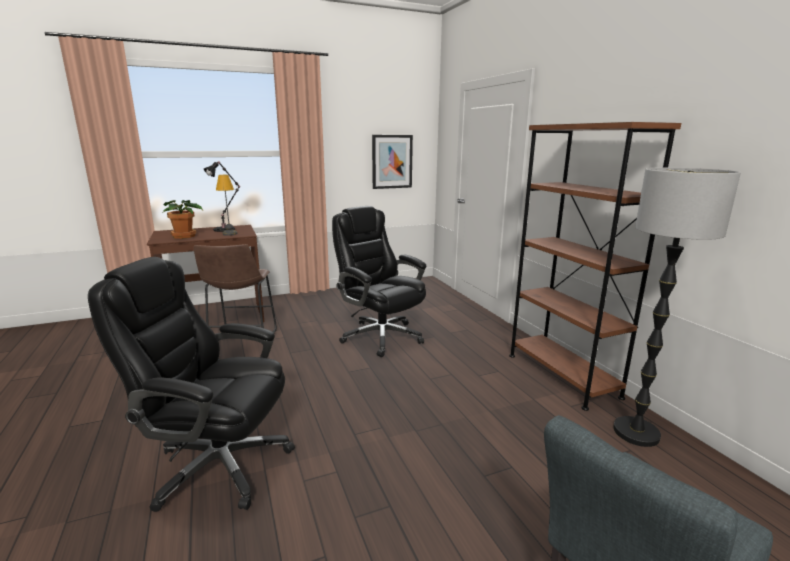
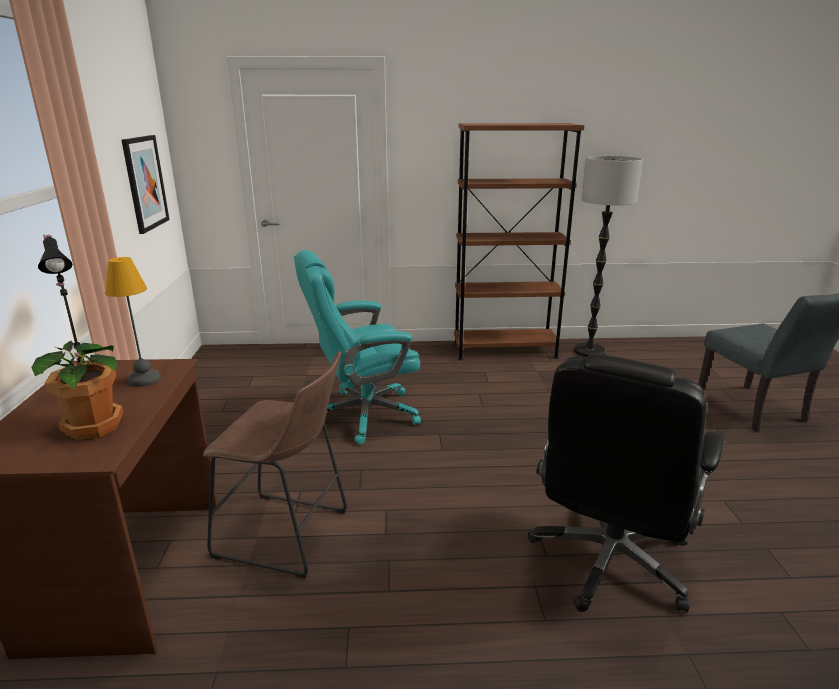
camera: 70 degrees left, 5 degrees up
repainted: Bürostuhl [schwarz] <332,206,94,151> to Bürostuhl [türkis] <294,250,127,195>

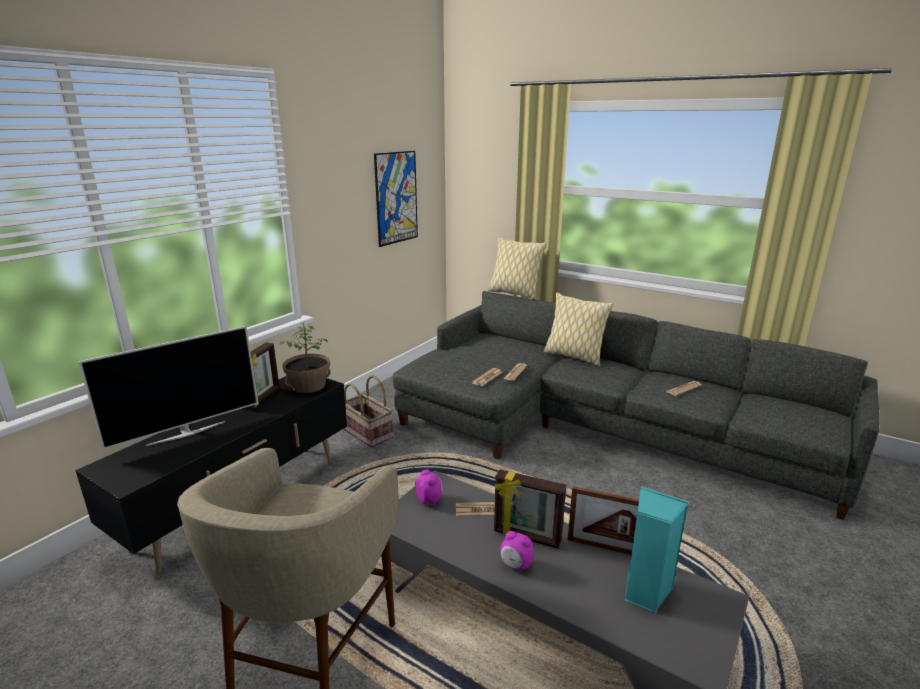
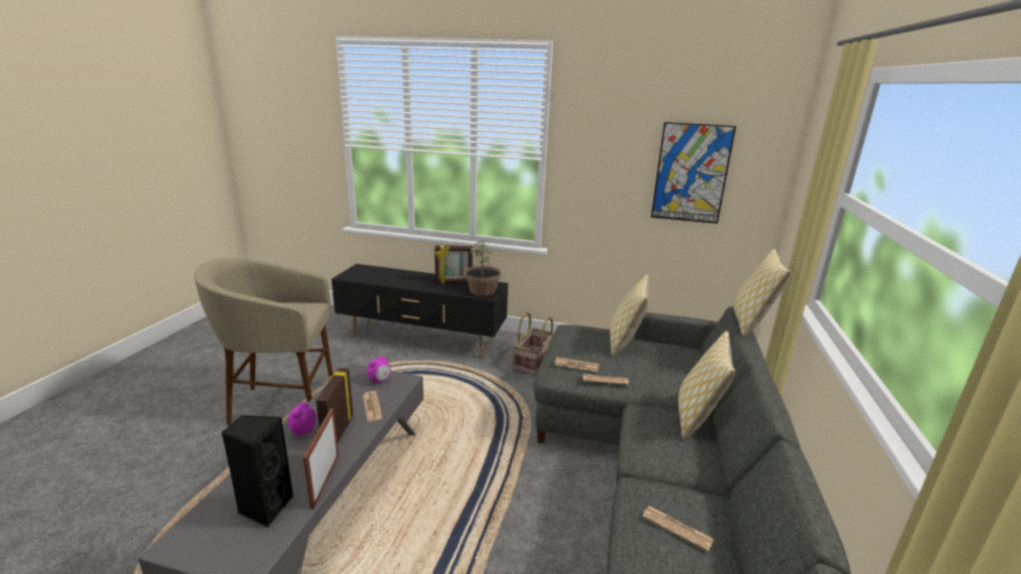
camera: 70 degrees right, 0 degrees up
gone: Fernseher <78,326,180,123>
new: Kissen <610,274,39,82>
repainted: Lautsprecher [türkis] <625,486,64,127> to Lautsprecher [schwarz] <221,415,73,113>

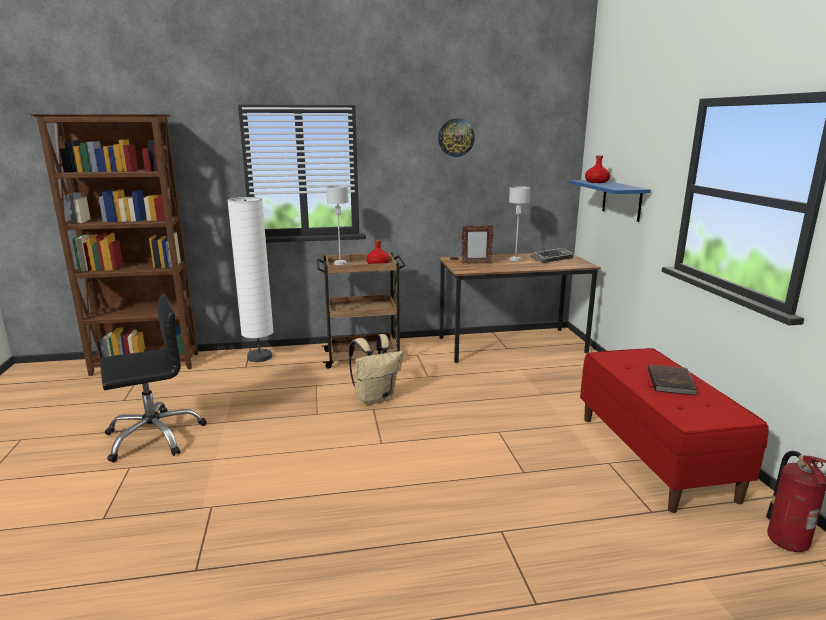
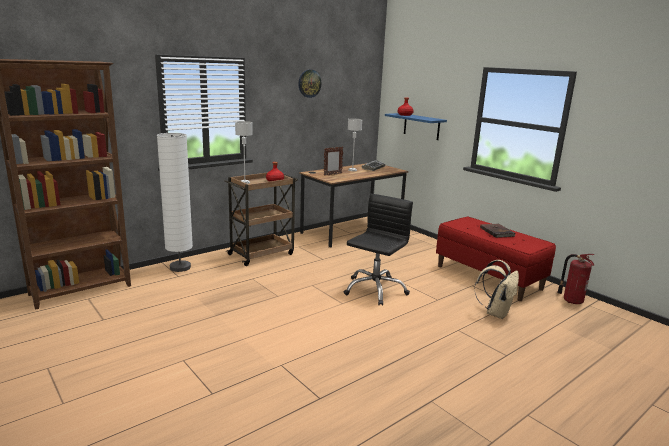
camera: 30 degrees left, 0 degrees up
shifted: Bürostuhl [schwarz] <101,294,106,168> to <344,194,69,112>; Rucksack [beige] <349,334,54,71> to <474,260,45,59>

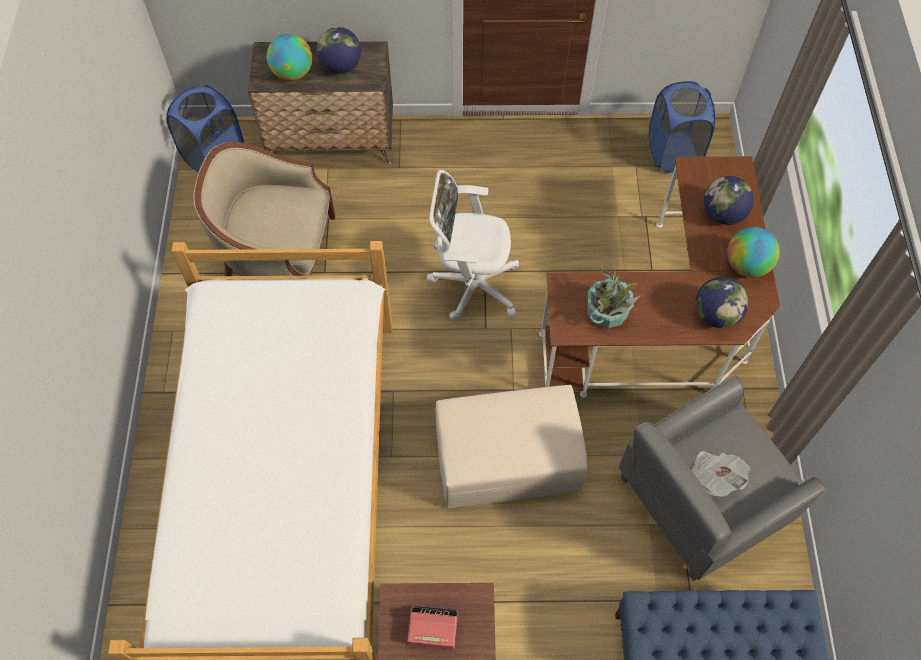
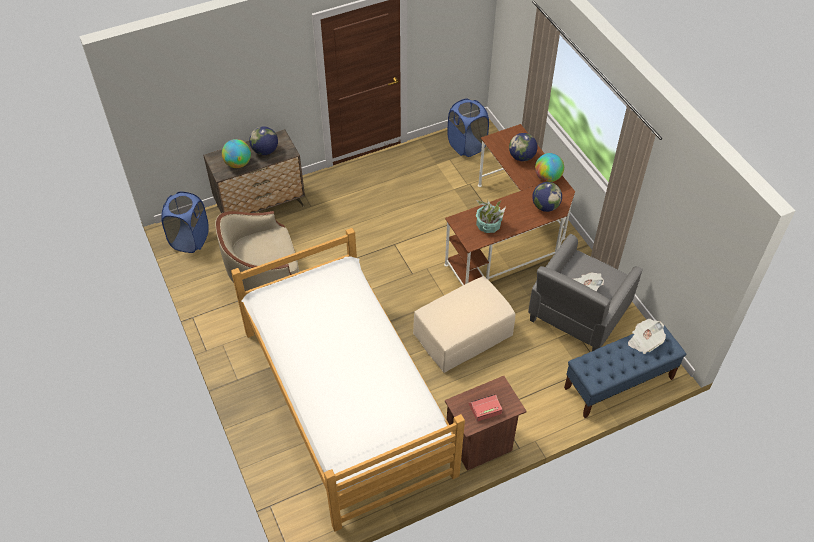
camera: 25 degrees left, 10 degrees down
gone: Bürostuhl [weiß] <427,170,92,151>
new: Zeitung <628,319,38,35>

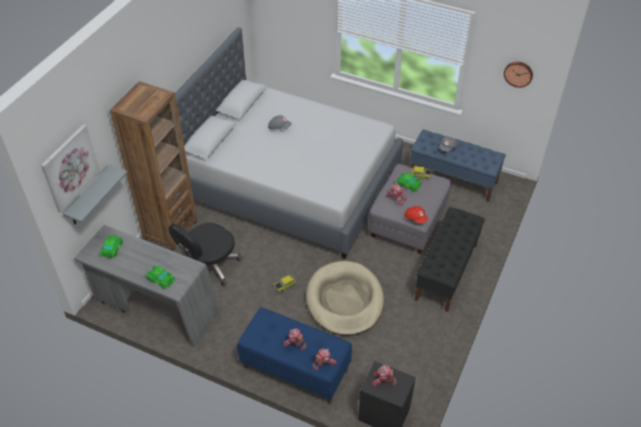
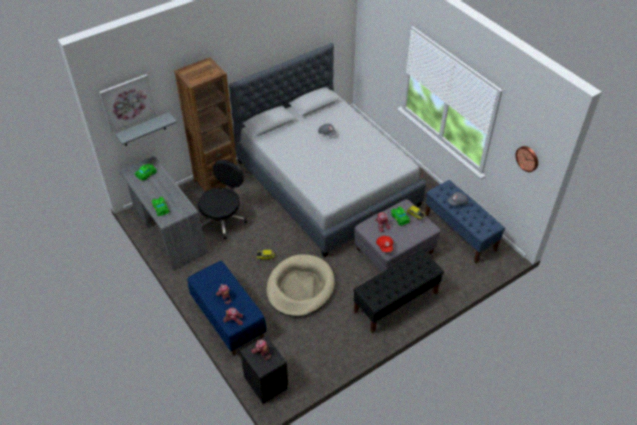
camera: 30 degrees right, 0 degrees up
rotated: Bürostuhl [schwarz] <169,223,73,64> = <198,160,49,79> 135 degrees clockwise

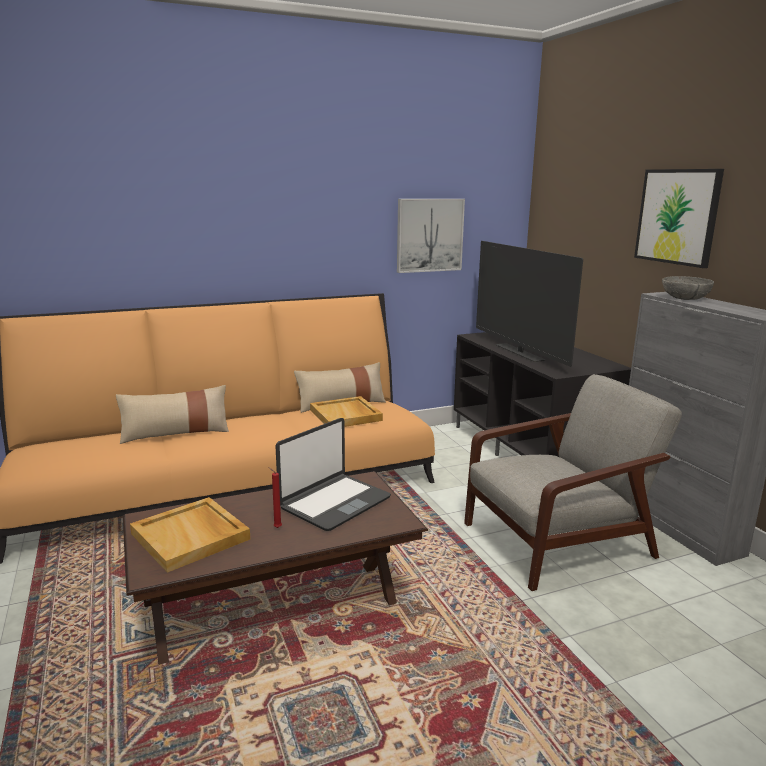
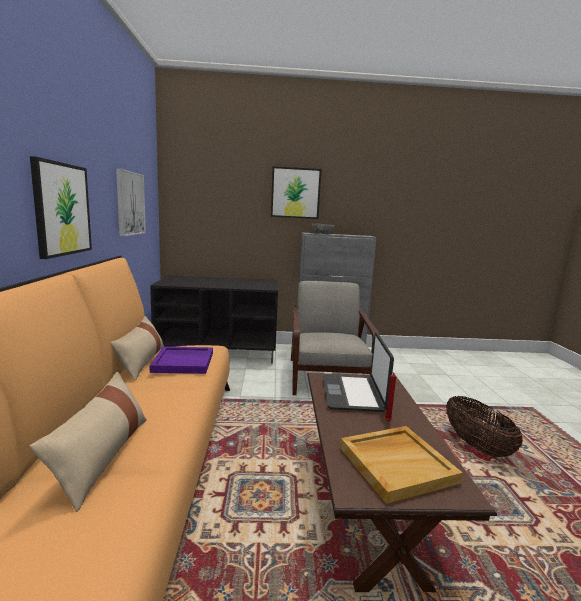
camera: 70 degrees left, 5 degrees down
gone: Fernseher <476,241,107,126>
new: Bild <30,156,62,103>; Korb <446,396,77,61>
repainted: Tablett [beige] <310,396,73,31> to Tablett [lila] <149,346,64,28>
rotated: Laptop <276,418,115,113> = <323,333,71,79> 150 degrees counterclockwise

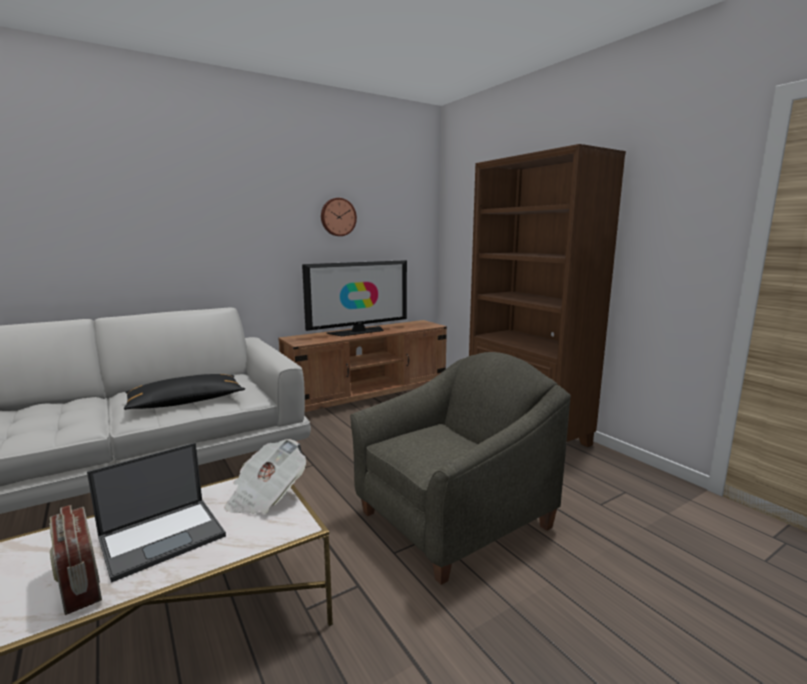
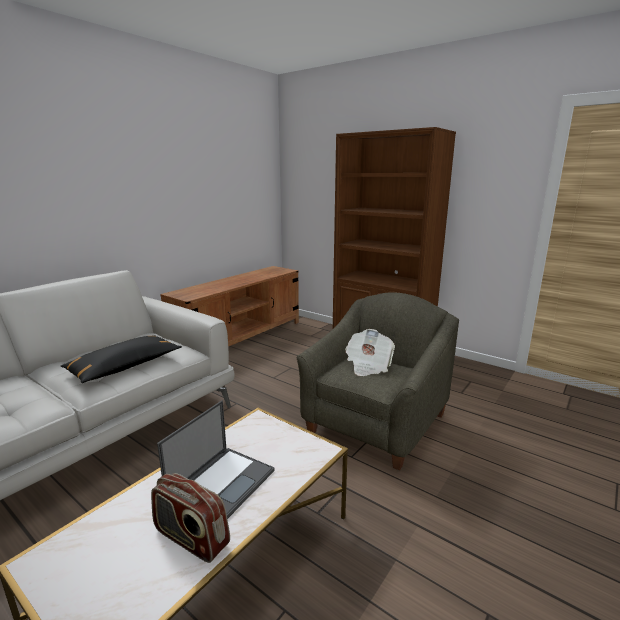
camera: 20 degrees left, 5 degrees up
gone: Fernseher <302,260,105,76>; Wanduhr <321,198,36,38>
shifted: Zeitung <224,439,82,75> to <345,329,50,47>

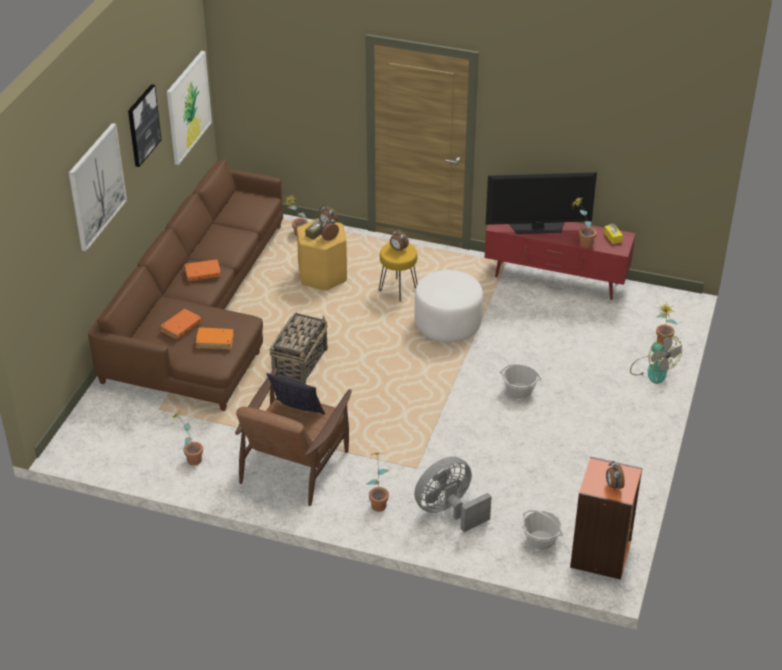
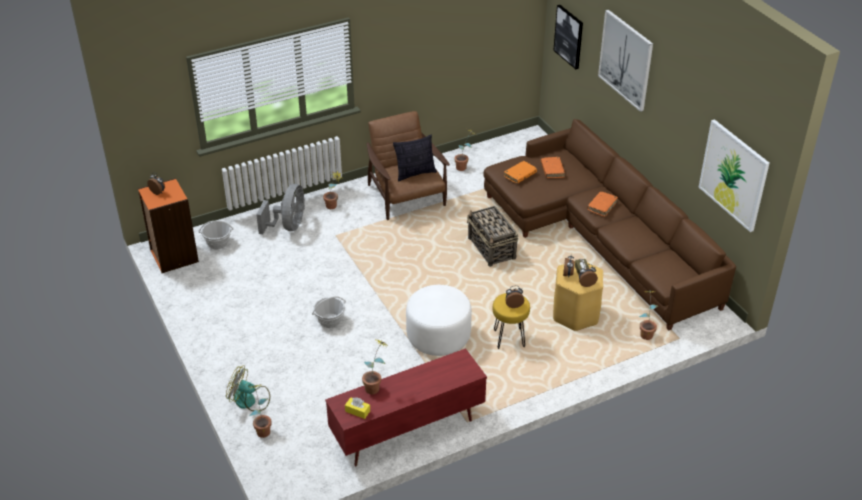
camera: 135 degrees right, 0 degrees up
gone: Fernseher <486,172,111,62>
shifted: Bild <128,84,33,83> to <553,5,30,64>

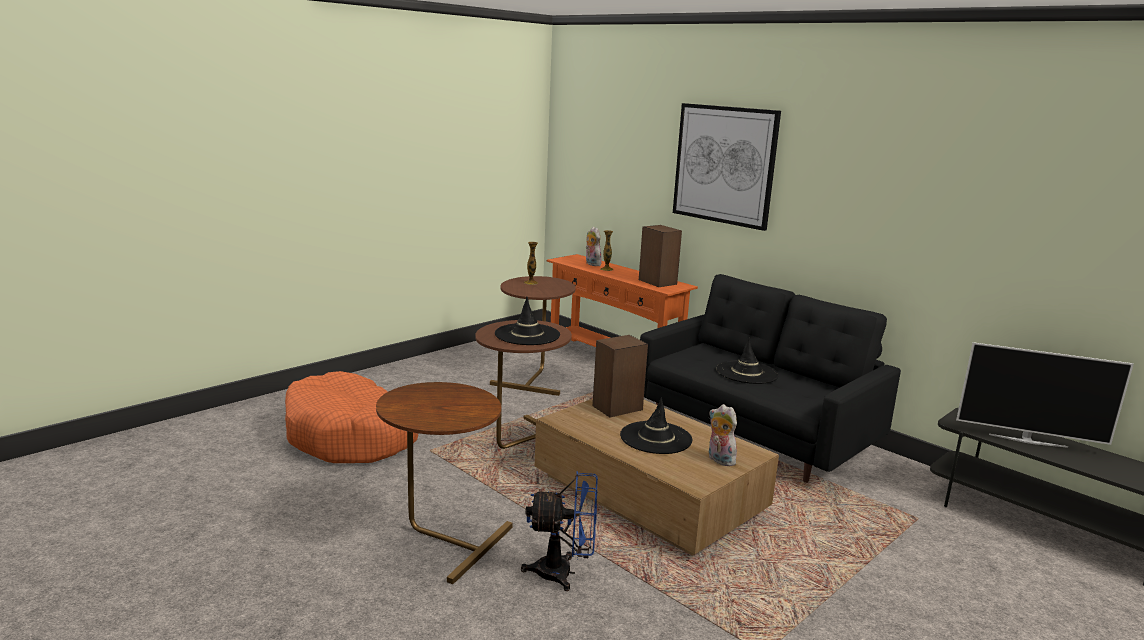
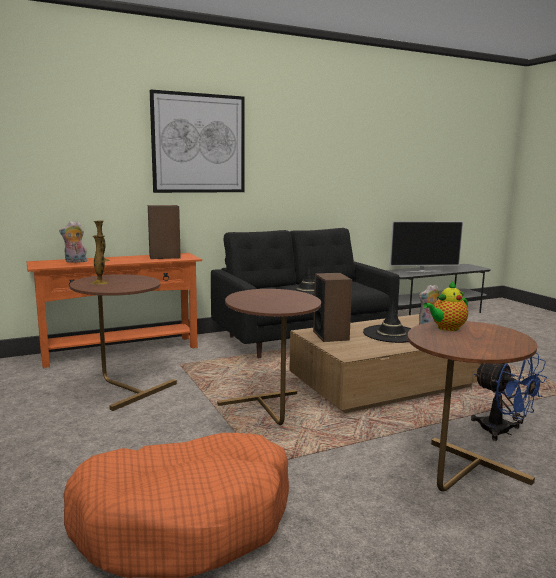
camera: 70 degrees left, 5 degrees down
gone: Hut [schwarz] <495,297,65,48>
new: Teekanne <423,281,45,50>
rotated: Ventilator [blau] <521,471,77,120> = <471,353,76,88> 120 degrees clockwise; Fernseher <956,342,178,106> = <390,221,73,51> 45 degrees clockwise

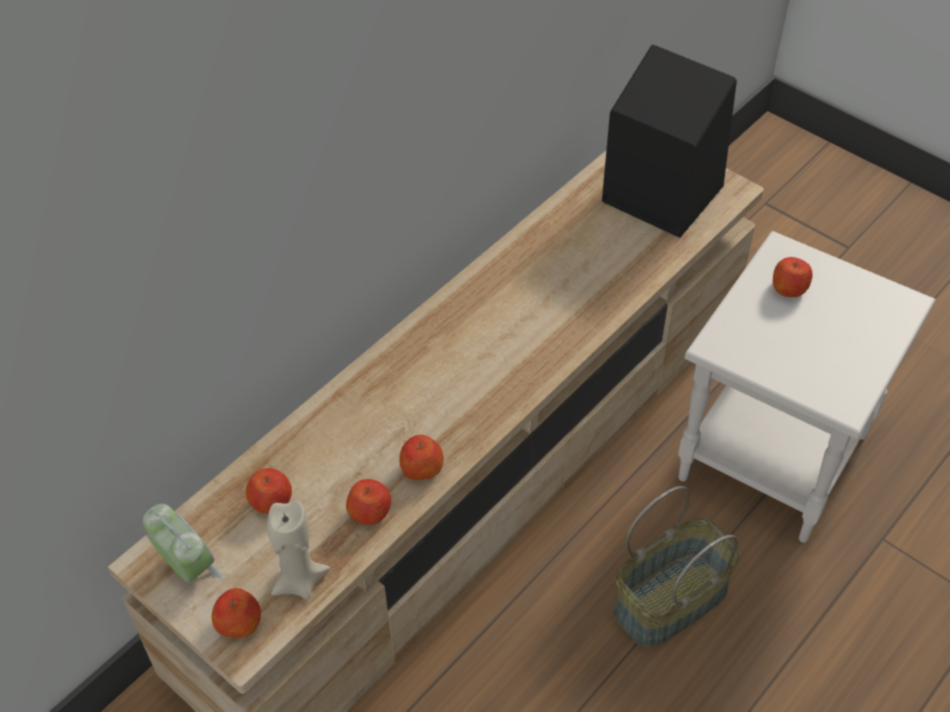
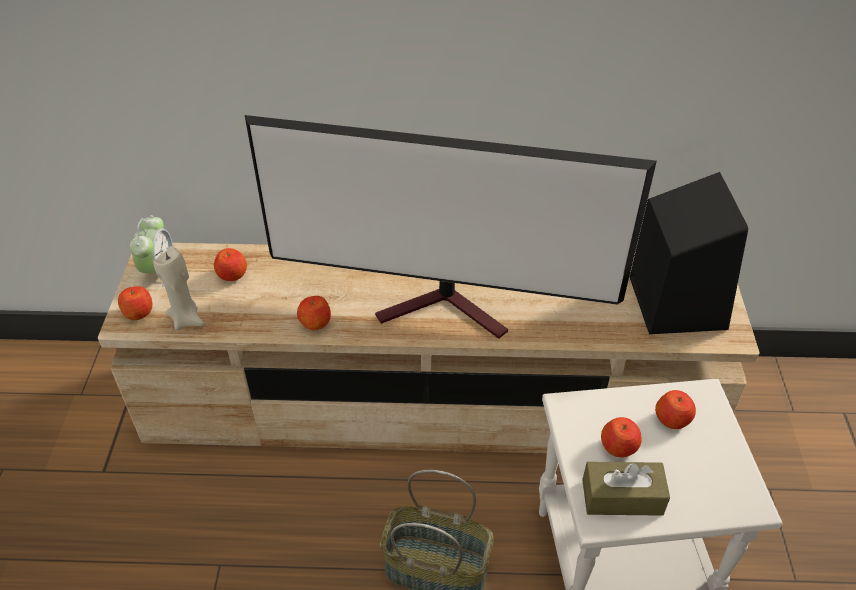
camera: 50 degrees right, 5 degrees down
new: Fernseher <245,115,412,224>; Taschentuchbox [braun] <582,462,88,54>
shifted: Apfel <346,479,45,46> to <601,417,41,40>

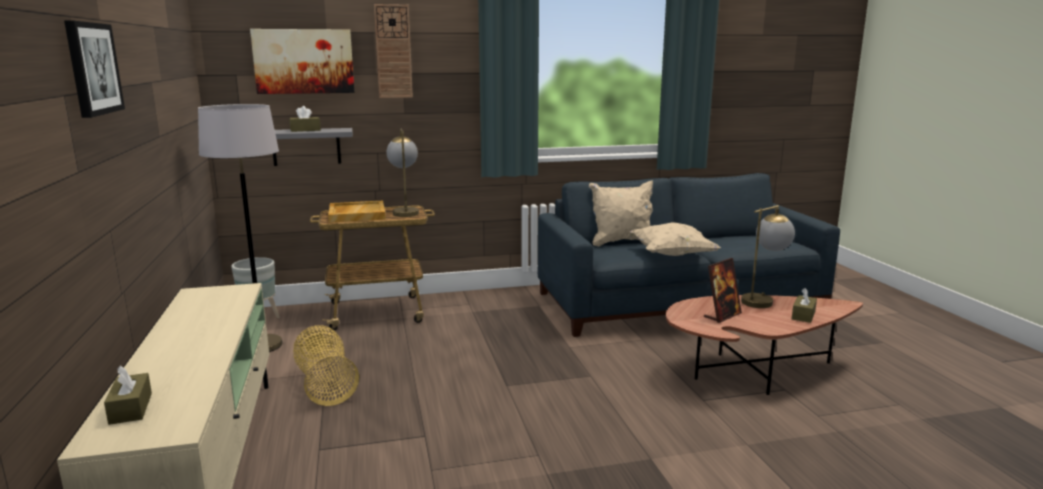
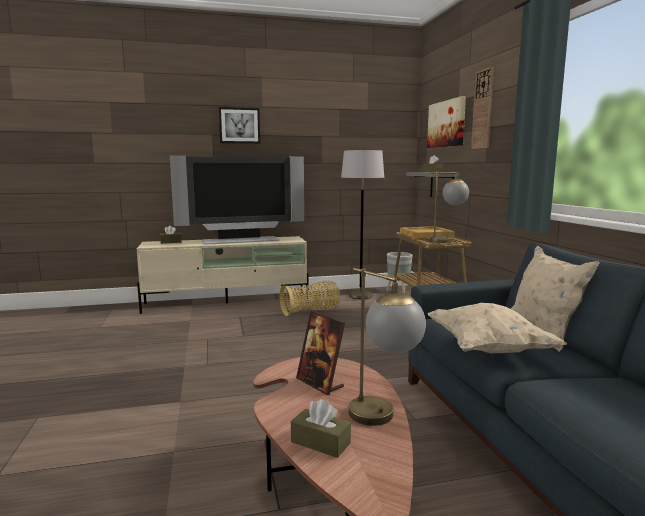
camera: 90 degrees right, 5 degrees down
new: Fernseher <170,155,134,90>

